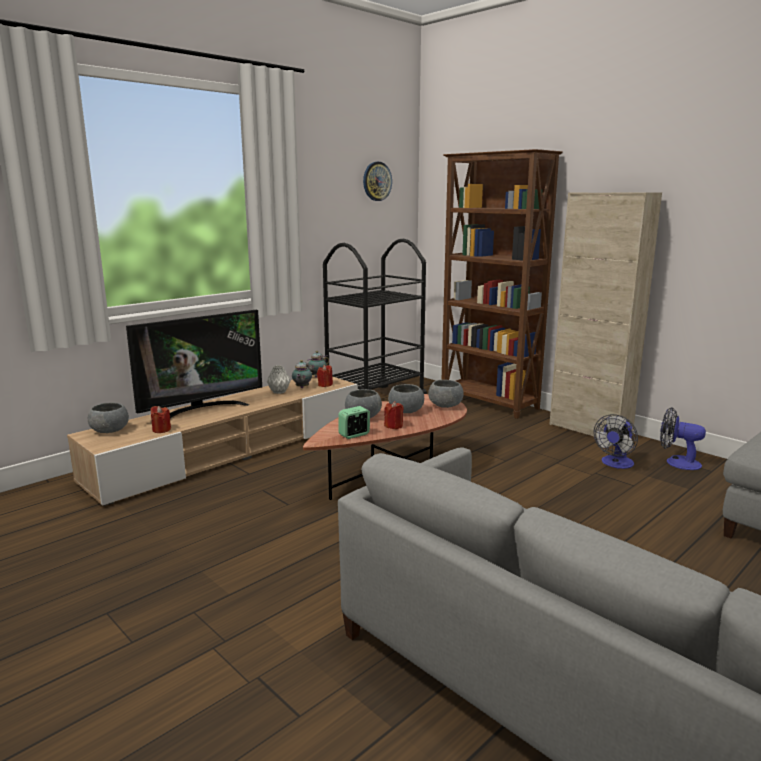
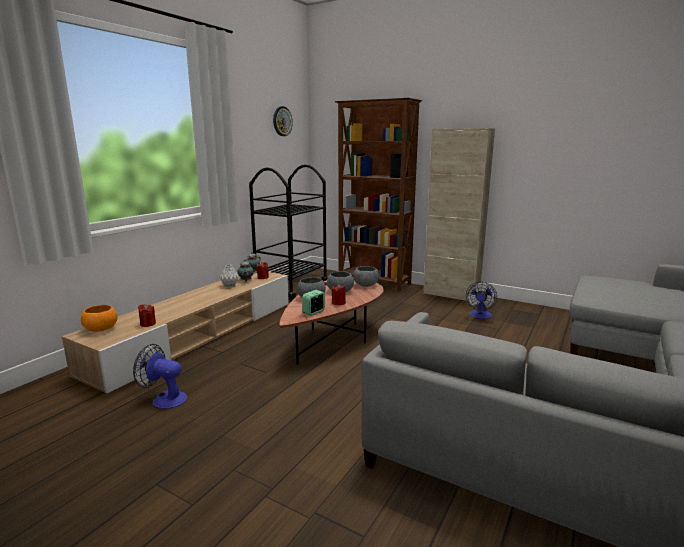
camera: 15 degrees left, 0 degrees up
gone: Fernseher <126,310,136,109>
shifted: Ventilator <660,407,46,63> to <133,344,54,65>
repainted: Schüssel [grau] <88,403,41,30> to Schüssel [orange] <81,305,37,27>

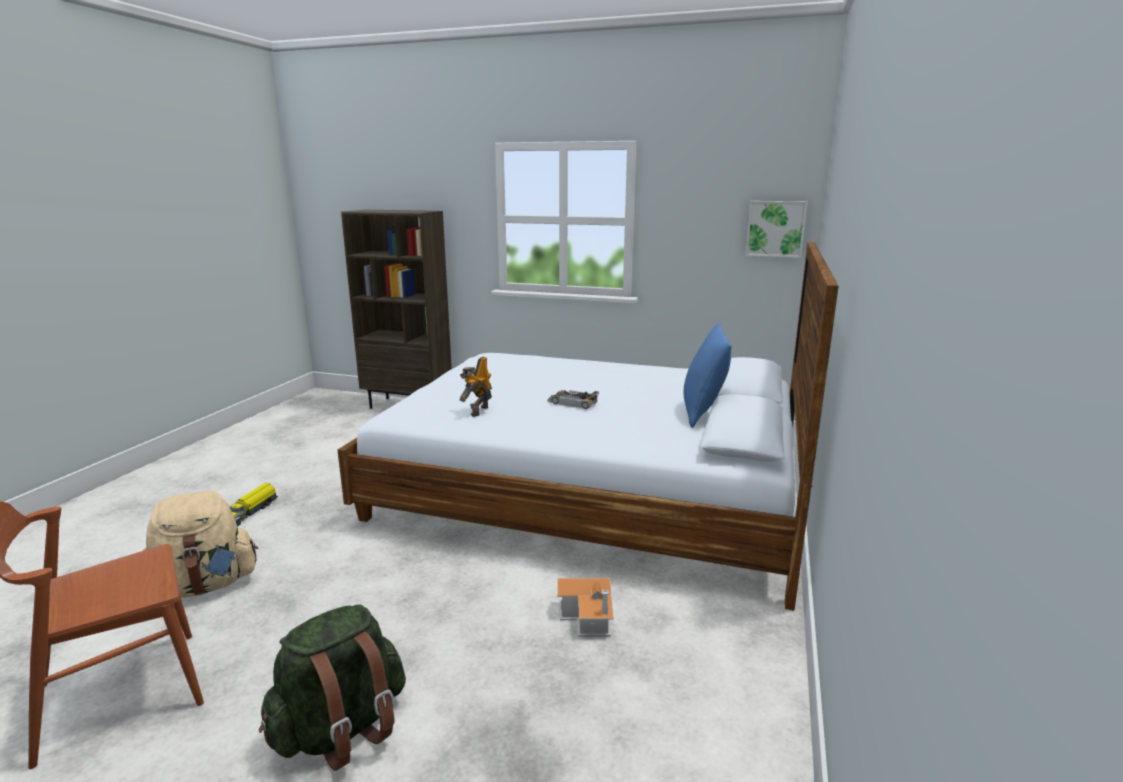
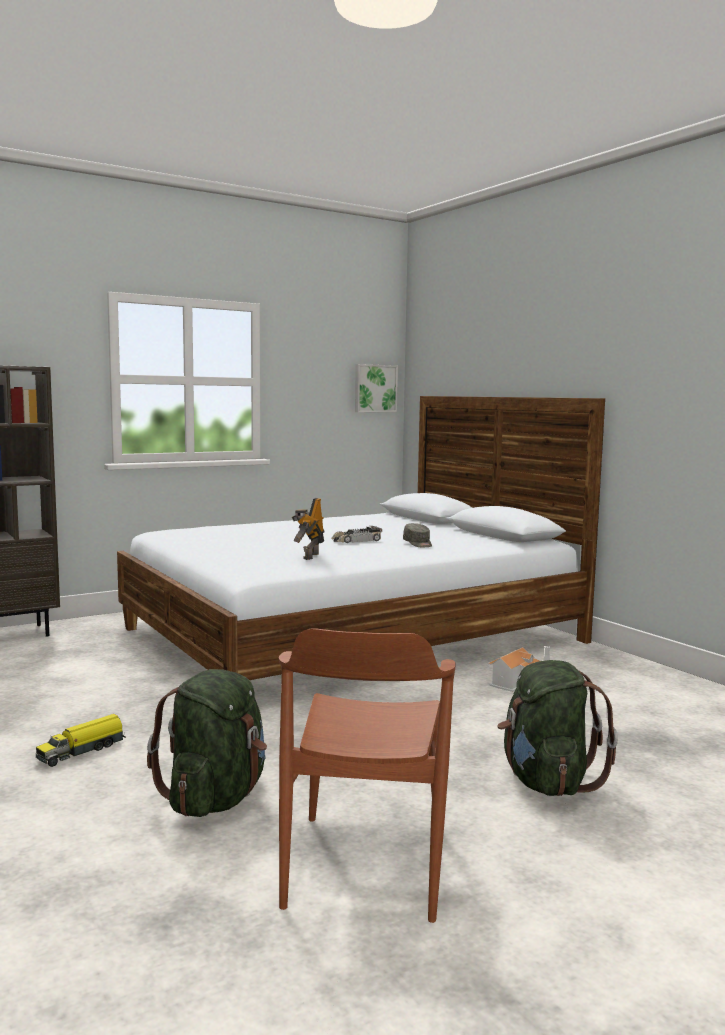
camera: 50 degrees left, 10 degrees down
gone: Kissen [blau] <684,323,48,105>
new: Kappe [grau] <403,523,29,25>
repainted: Rucksack [beige] <142,491,116,107> to Rucksack [grün] <147,669,120,148>
rotated: Spielzeuglaster <230,483,48,43> = <36,714,90,53> 75 degrees clockwise; Spielzeugroboter <459,356,33,61> = <292,498,32,62> 45 degrees clockwise

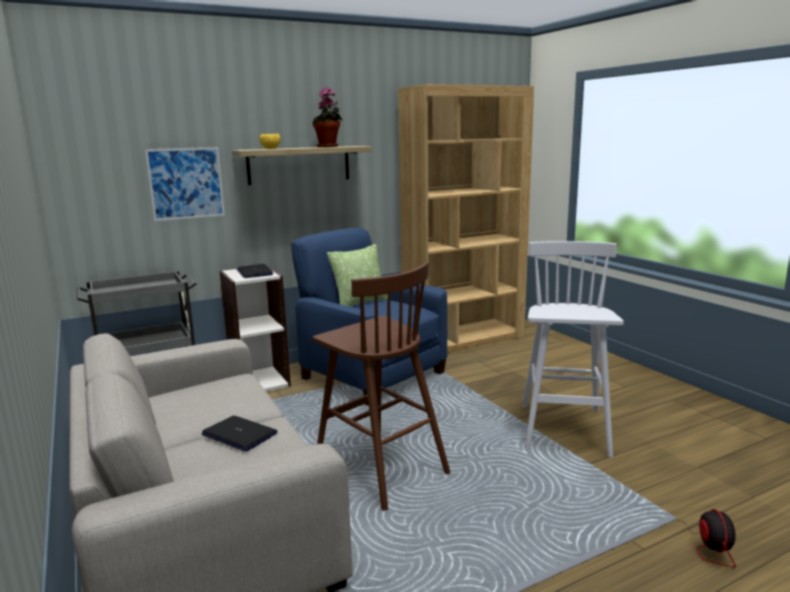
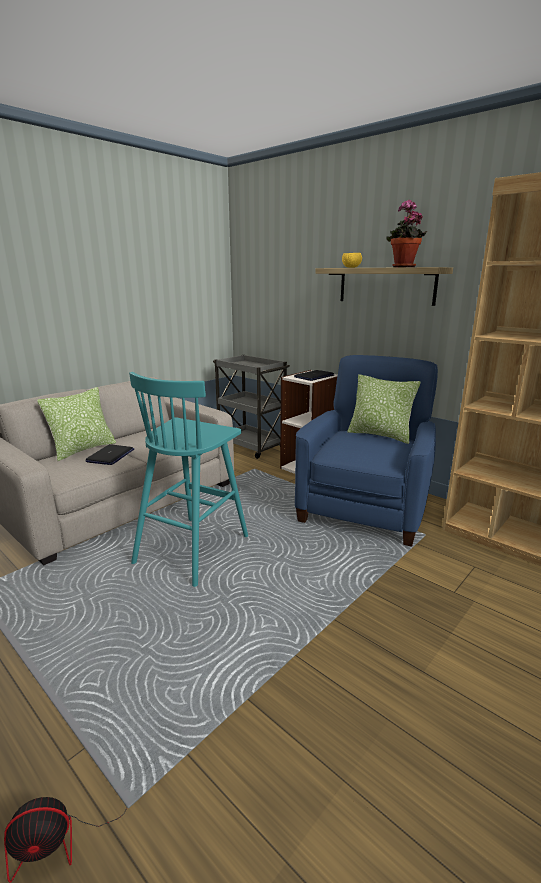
camera: 70 degrees right, 5 degrees up
gone: Bild <145,147,80,74>; Hocker [weiß] <522,241,102,217>
new: Kissen <37,387,79,74>
repainted: Hocker [braun] <313,262,138,249> to Hocker [türkis] <129,372,119,215>

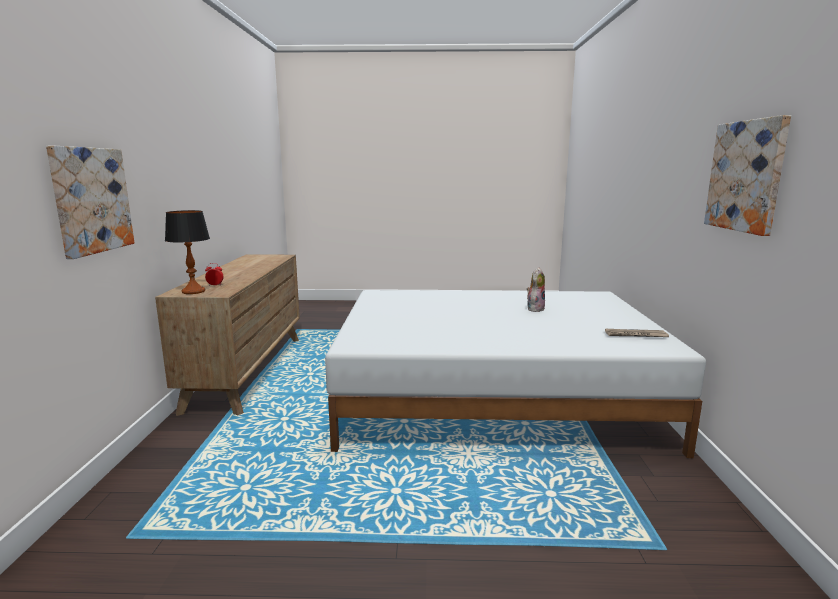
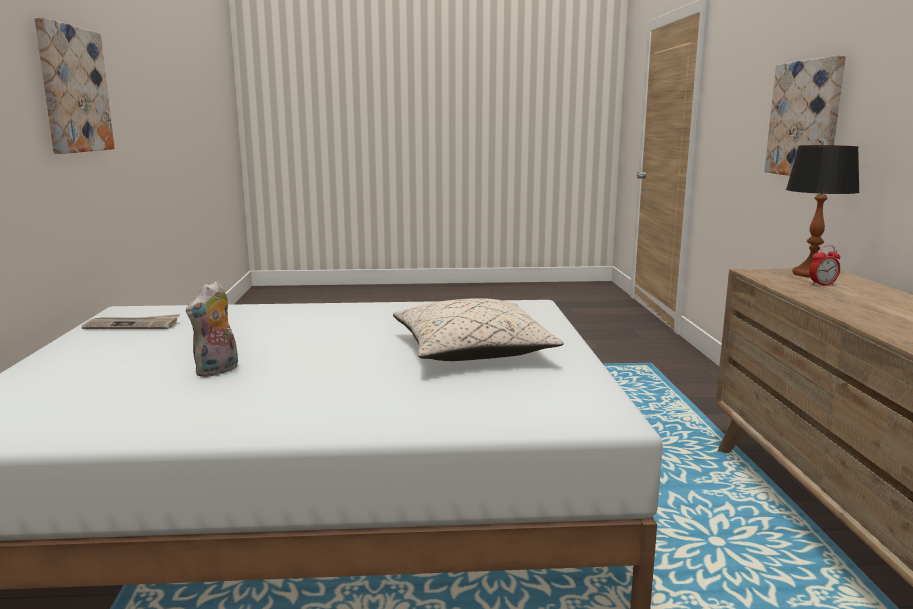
camera: 175 degrees right, 0 degrees up
new: Kissen [beige] <393,298,171,63>

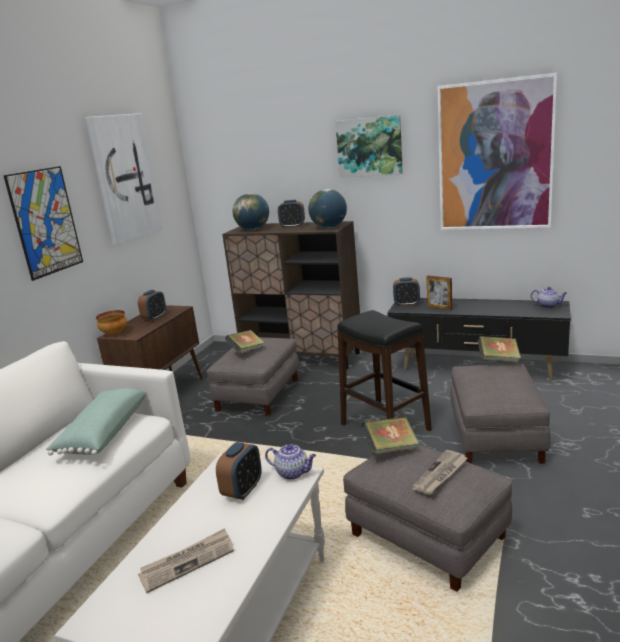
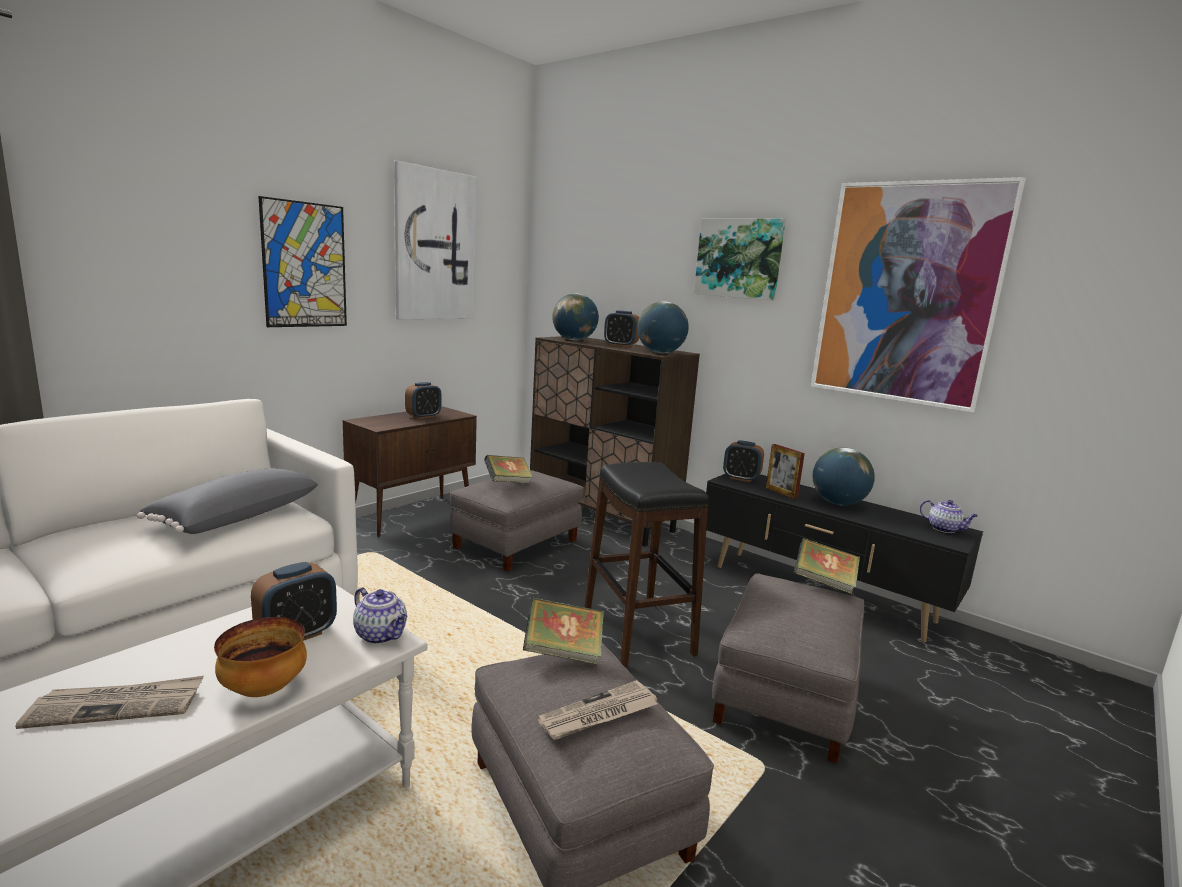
camera: 15 degrees right, 5 degrees down
new: Globus <812,448,63,58>
shifted: Schüssel <96,310,31,25> to <214,617,93,80>
repainted: Kissen [grün] <46,388,100,68> to Kissen [grau] <137,468,181,66>

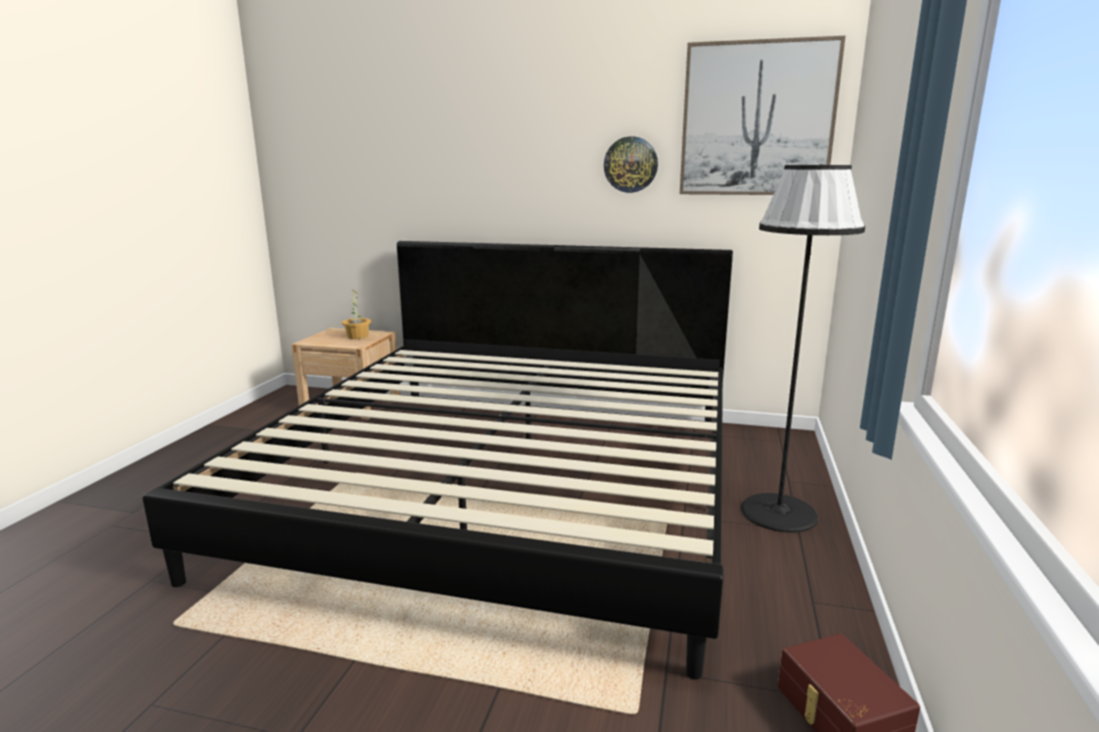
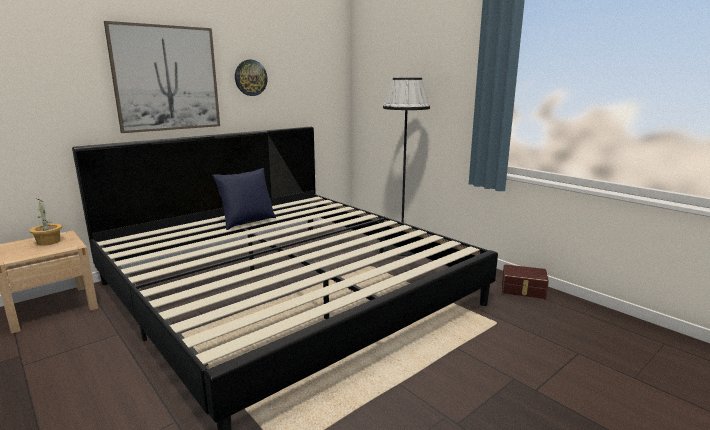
camera: 55 degrees left, 0 degrees up
new: Kissen [blau] <212,168,64,62>
shifted: Bild <680,36,166,159> to <104,21,116,112>

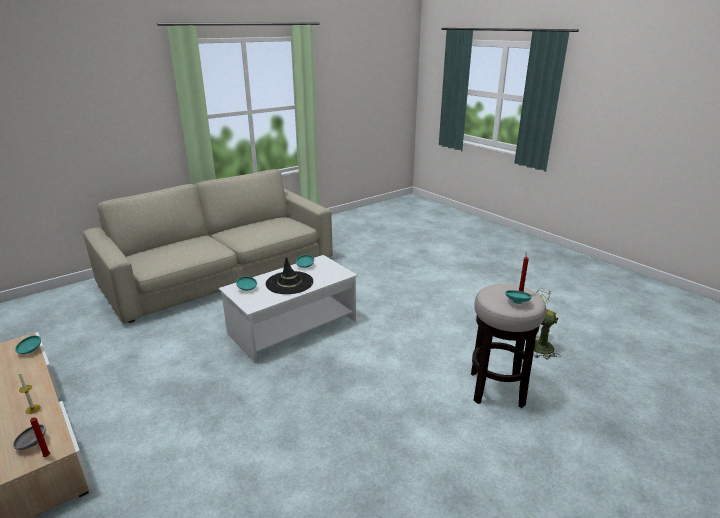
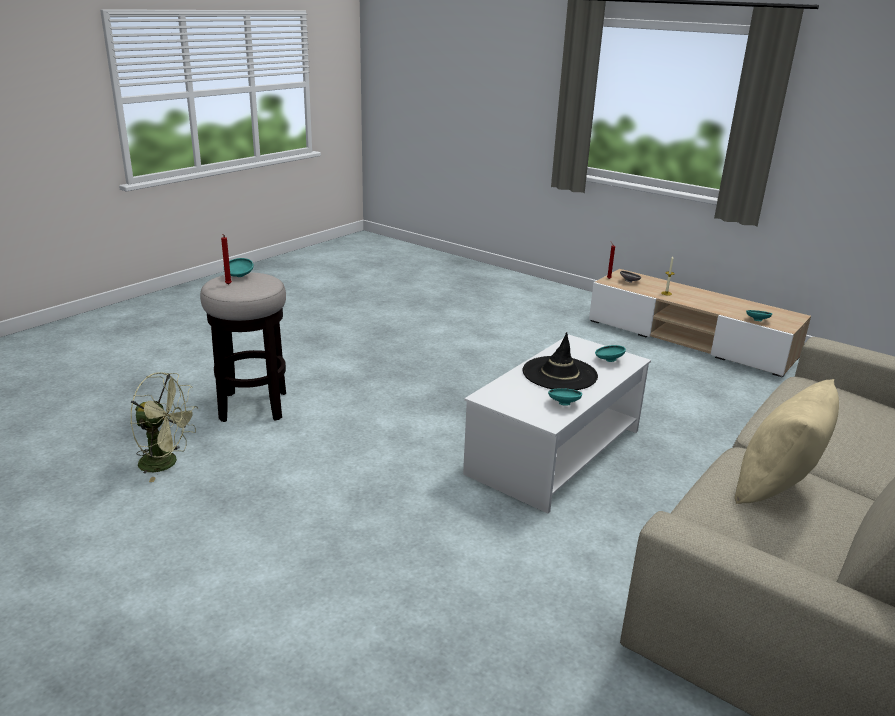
camera: 165 degrees right, 0 degrees up
new: Kissen [beige] <735,379,104,125>

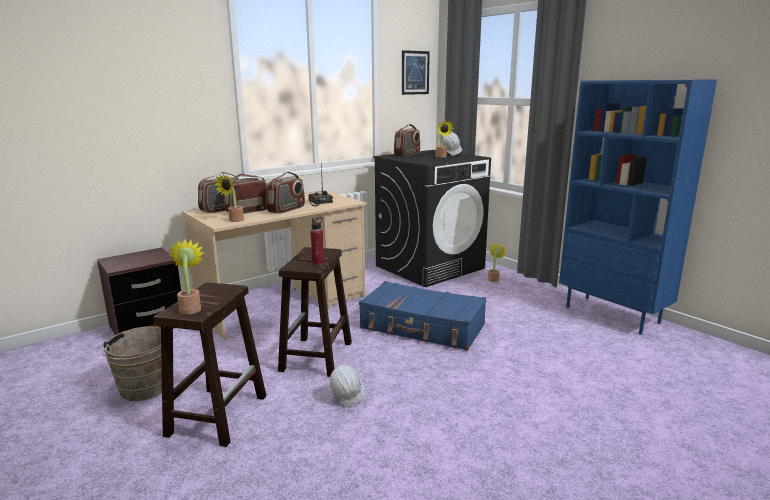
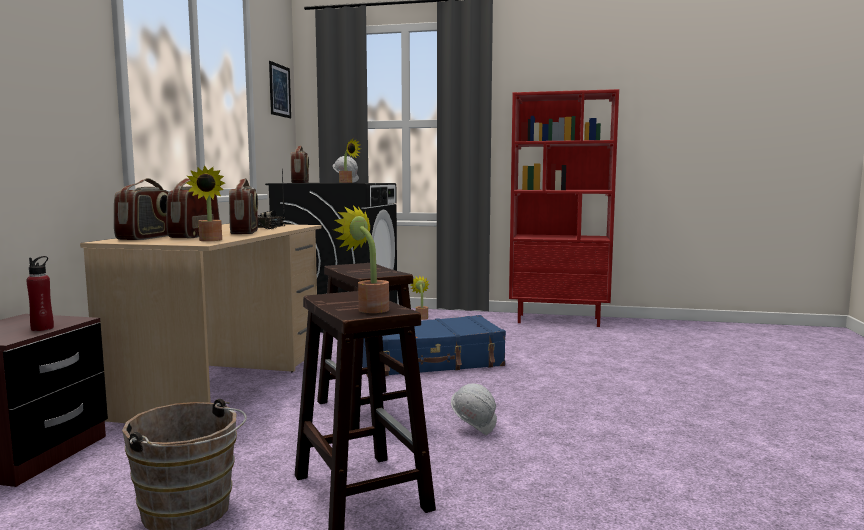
camera: 40 degrees left, 10 degrees down
shifted: Flasche [rot] <310,217,14,47> to <26,256,28,75>
repainted: Bücherregal [blau] <559,80,158,255> to Bücherregal [rot] <509,89,110,238>

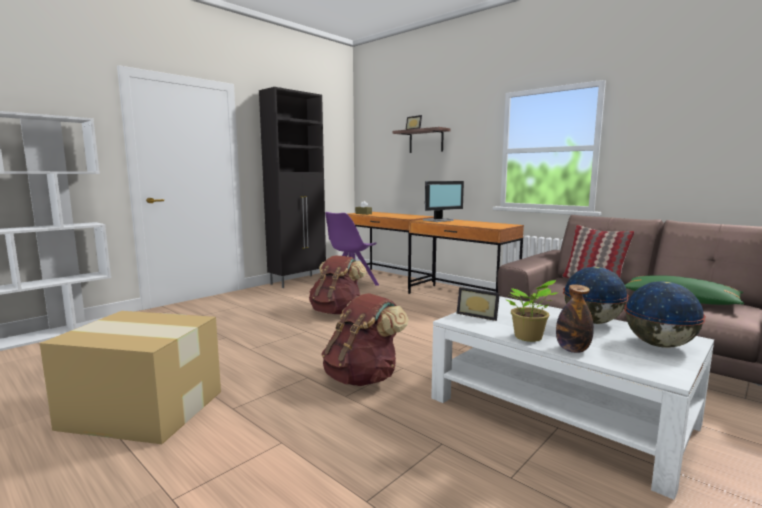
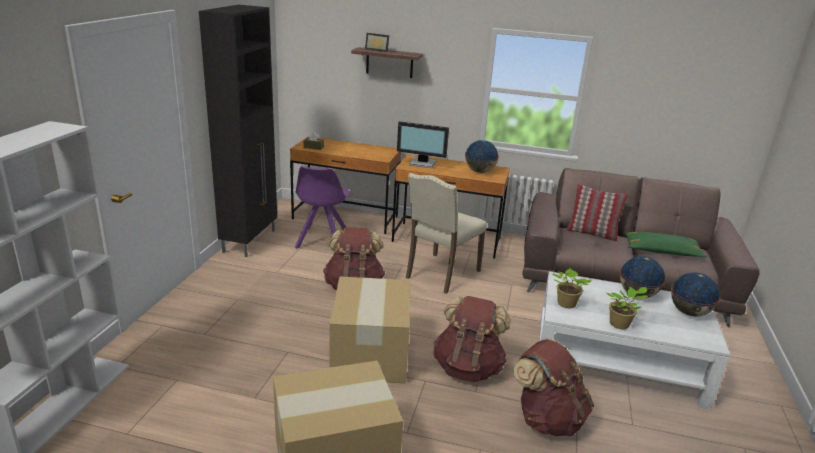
camera: 30 degrees left, 15 degrees up
gone: Flasche <556,284,38,69>
new: Karton <329,276,81,108>; Stuhl [beige] <406,173,81,121>; Globus <465,140,34,33>; Rucksack [braun] <513,338,81,98>
swapped: Bilderrahmen <456,287,44,34> to Topfpflanze <552,268,39,40>
rotated: Monitor <423,181,41,41> = <397,121,52,47> 75 degrees clockwise

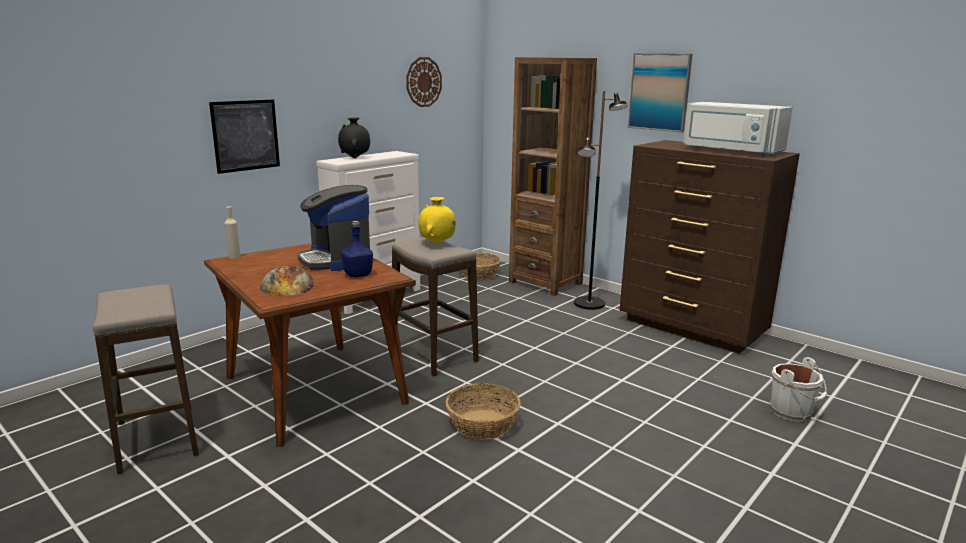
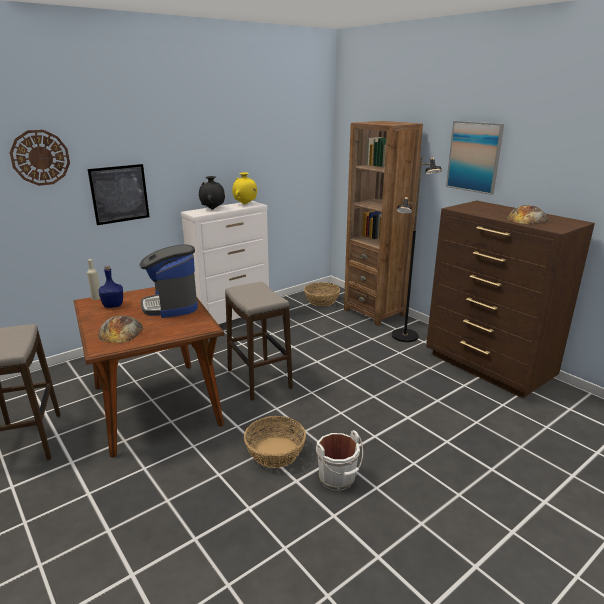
camera: 10 degrees right, 5 degrees up
shifted: Flasche [blau] <341,221,32,56> to <99,265,24,43>; Wanduhr <406,57,36,50> to <10,130,60,56>; Vase [gelb] <418,197,38,47> to <232,172,25,32>; Eimer [weiß] <768,357,59,65> to <316,430,47,60>
swapped: Mikrowelle [weiß] <683,102,110,54> to Brot <507,205,42,19>

